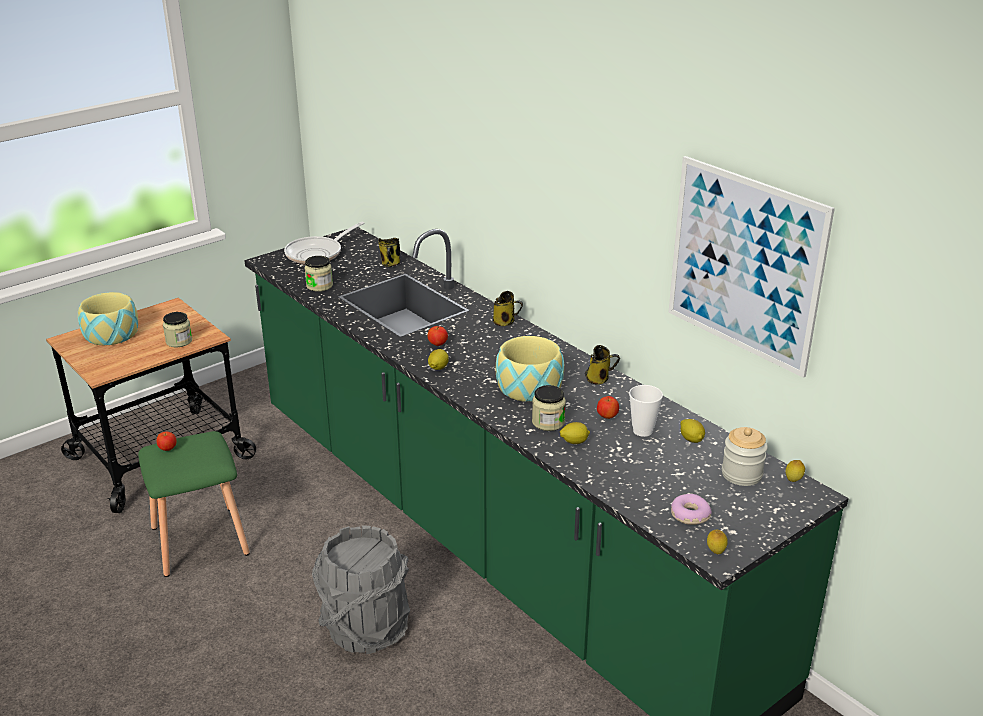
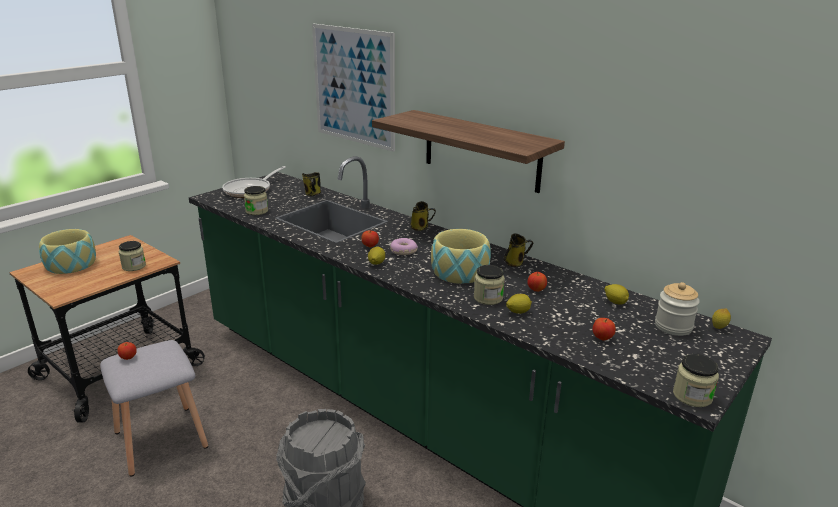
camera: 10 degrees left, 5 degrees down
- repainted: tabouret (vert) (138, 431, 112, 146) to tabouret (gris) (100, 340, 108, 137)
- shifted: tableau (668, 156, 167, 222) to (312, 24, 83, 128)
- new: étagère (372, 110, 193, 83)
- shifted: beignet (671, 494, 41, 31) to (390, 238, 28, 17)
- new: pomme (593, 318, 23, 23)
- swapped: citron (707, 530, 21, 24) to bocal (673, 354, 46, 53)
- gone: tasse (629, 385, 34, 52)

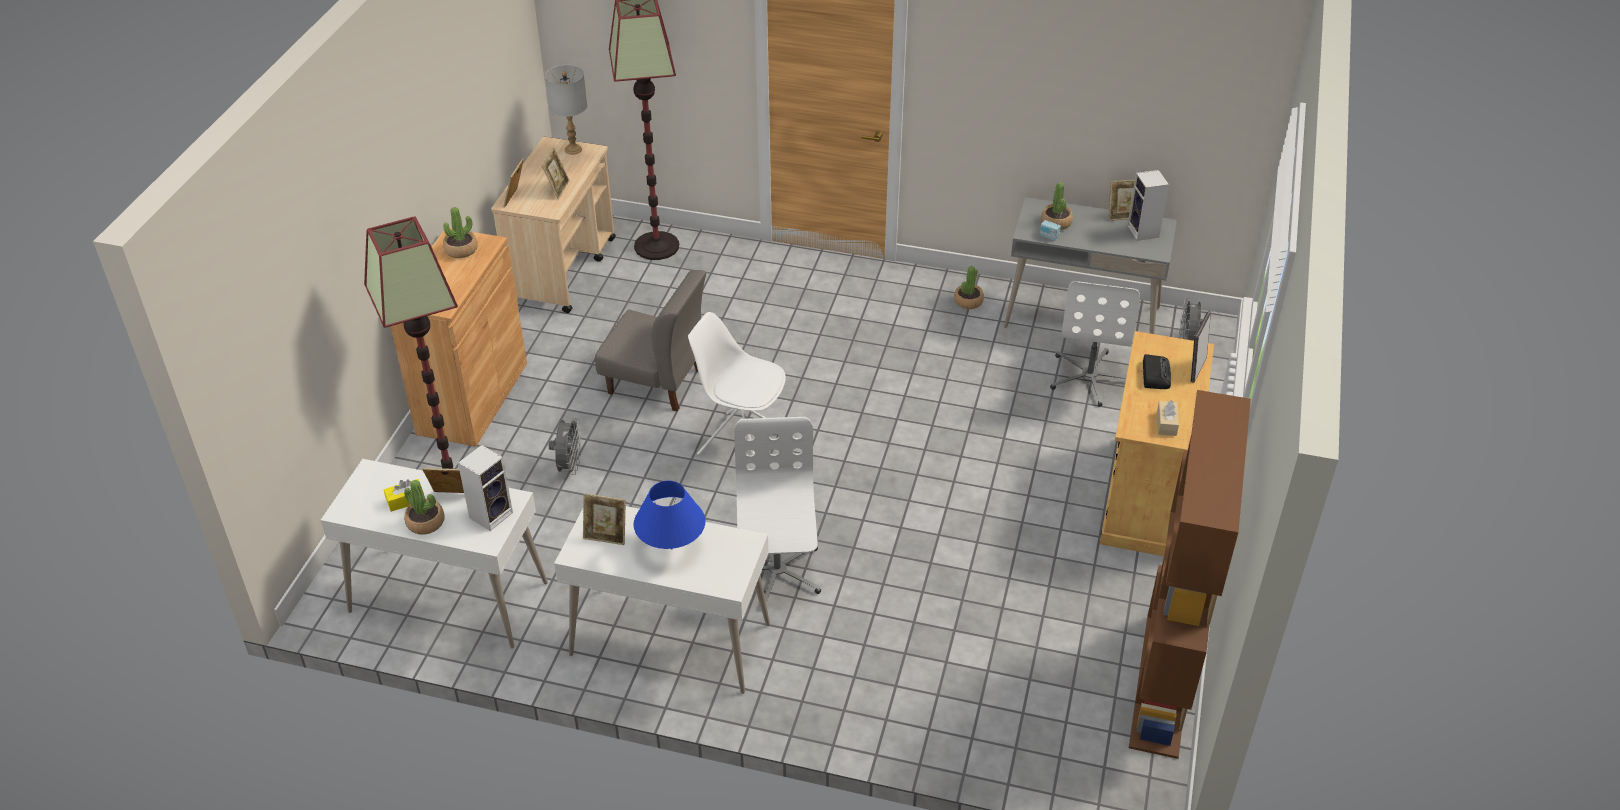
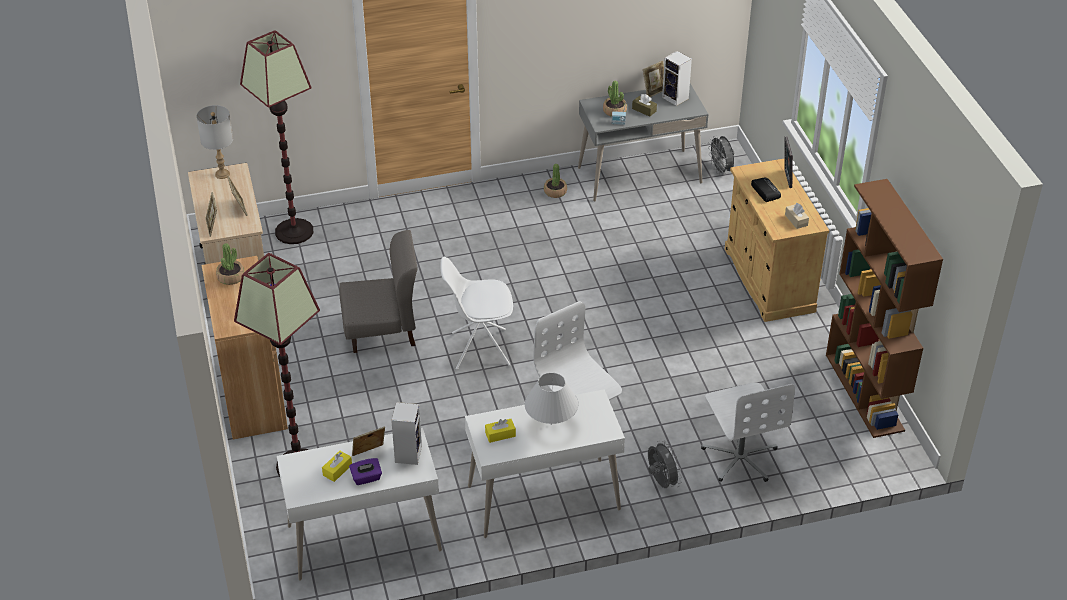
camera: 30 degrees left, 0 degrees up
- swapped: plante en pot (404, 480, 41, 55) to boîte à mouchoirs (violet) (349, 458, 33, 27)
- swapped: cadre photo (583, 493, 43, 52) to boîte à mouchoirs (jaune) (485, 419, 31, 24)
- repainted: lampe de table (bleu) (634, 481, 71, 68) to lampe de table (blanc) (525, 373, 54, 52)
- new: boîte à mouchoirs (marron) (632, 94, 25, 23)
- shifted: ventilateur (gris) (549, 417, 33, 58) to (648, 440, 34, 48)
- shifted: chaise de bureau (blanc) (1050, 281, 90, 126) to (701, 382, 94, 100)

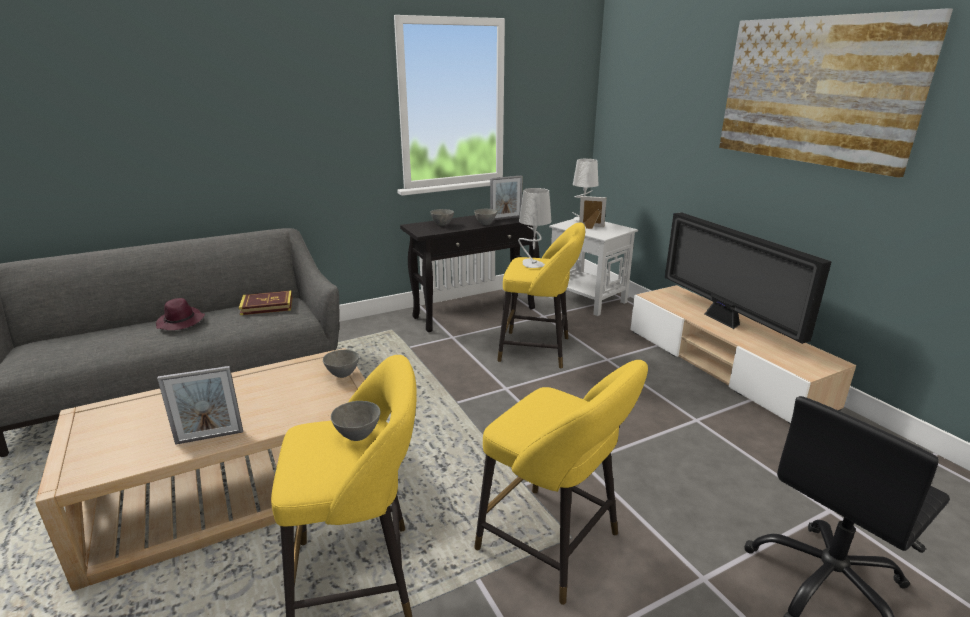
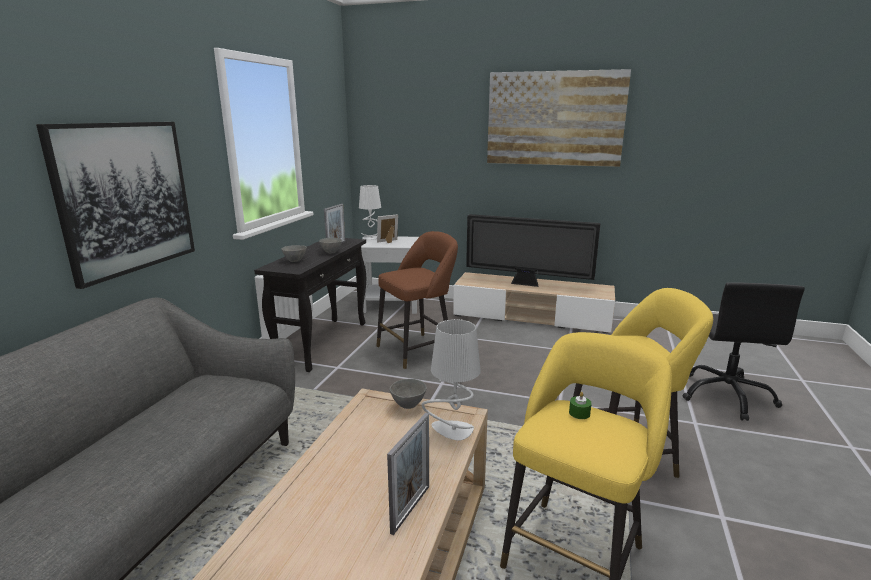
camera: 45 degrees left, 5 degrees down
- new: tableau (36, 122, 159, 167)
- repainted: tabouret (jaune) (497, 222, 88, 147) to tabouret (marron) (376, 231, 82, 138)
- shifted: lampe de table (gris) (518, 188, 34, 80) to (421, 319, 60, 122)
- swapped: bol (gris) (331, 401, 50, 40) to bougie (vert) (569, 392, 23, 27)
- gone: chapeau (violet) (156, 298, 49, 32)
- gone: livre (239, 291, 54, 24)

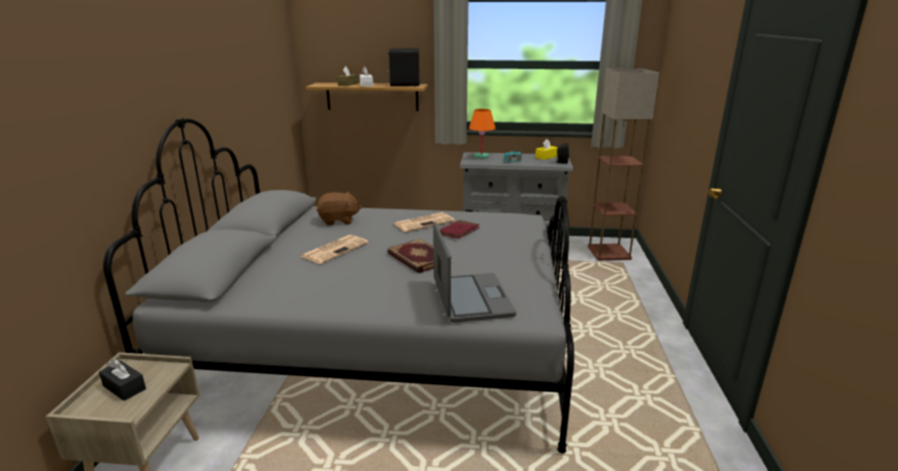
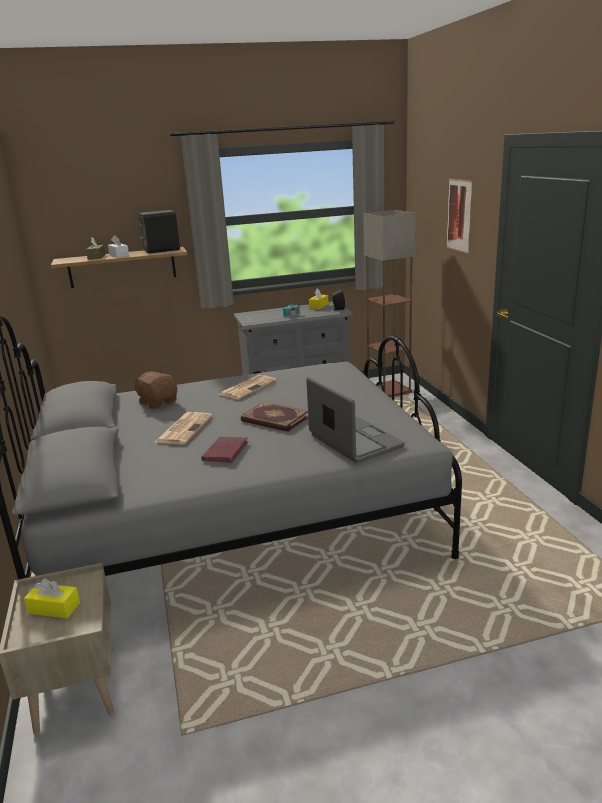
camera: 20 degrees left, 0 degrees up
- repainted: boîte à mouchoirs (noir) (99, 359, 47, 42) to boîte à mouchoirs (jaune) (24, 578, 56, 40)
- rotated: peluche (marron) (317, 192, 45, 34) = (132, 370, 45, 39) 105 degrees counterclockwise
- shifted: livre (rouge) (439, 220, 41, 19) to (201, 437, 47, 25)
- new: tableau (446, 179, 27, 75)
- gone: lampe de table (orange) (469, 109, 27, 50)

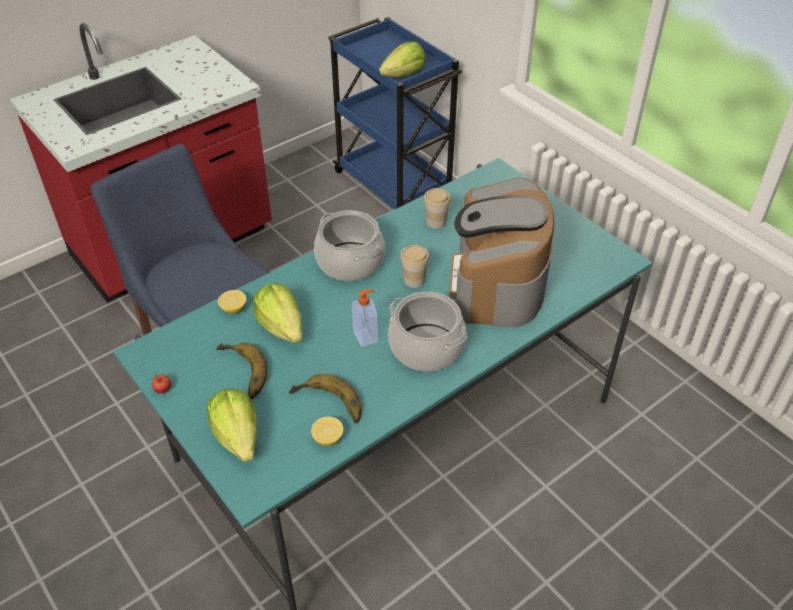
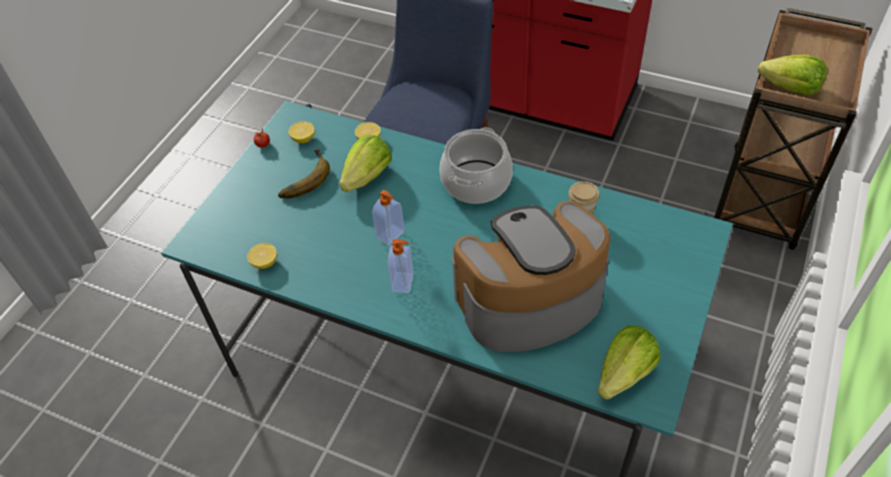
camera: 65 degrees right, 5 degrees up
- new: citron (289, 121, 26, 22)
- swapped: marmite (388, 292, 79, 80) to distributeur de savon (388, 239, 25, 54)
- shifted: laitue (207, 389, 50, 73) to (598, 325, 62, 75)
- repainted: chariot (bleu) (328, 17, 134, 192) to chariot (marron) (714, 8, 158, 242)
- gone: banane (289, 374, 72, 49)
- gone: tasse (400, 245, 29, 43)

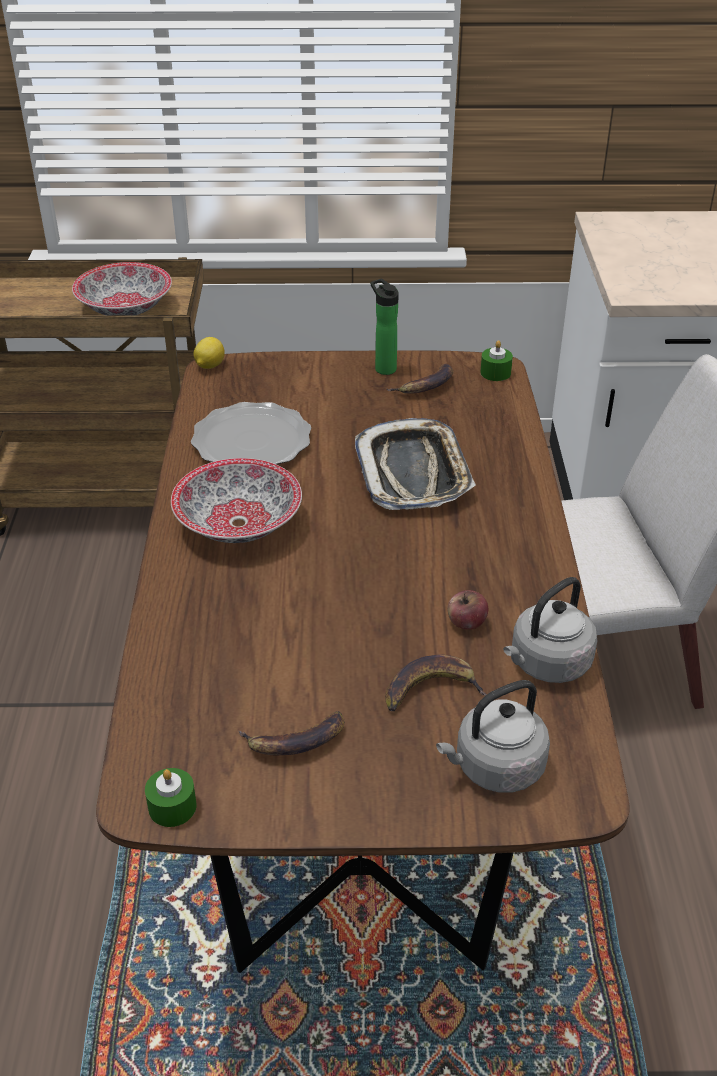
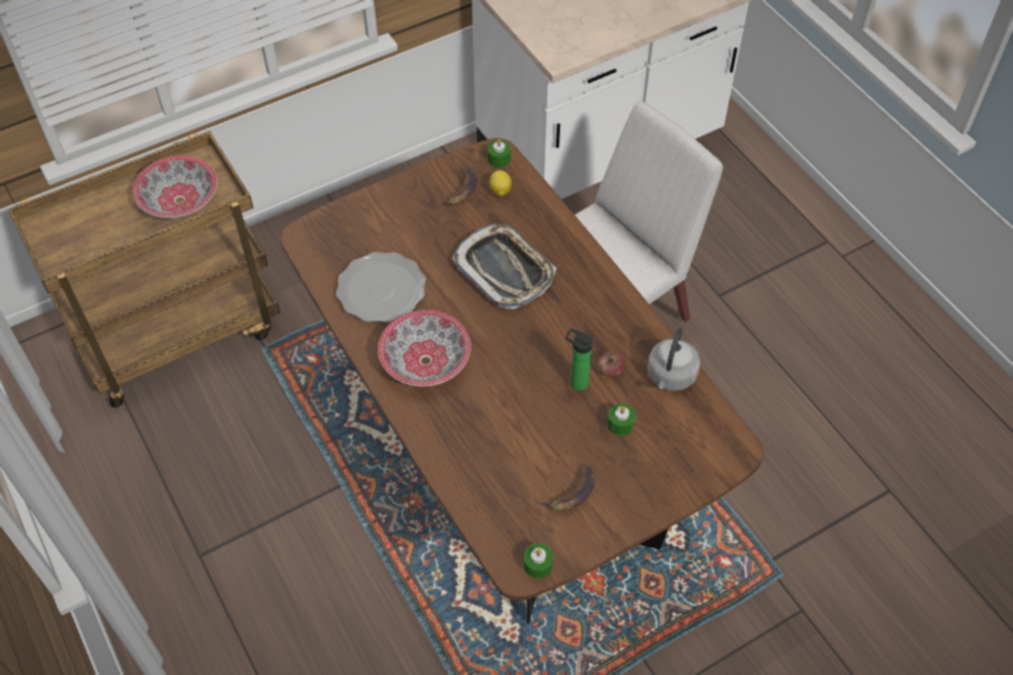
camera: 30 degrees left, 15 degrees up
- shifted: citron (193, 337, 32, 32) to (489, 170, 23, 26)
- shifted: bouteille (371, 279, 28, 96) to (565, 328, 28, 63)
- swapped: banane (385, 654, 102, 57) to bougie (vert) (607, 403, 29, 33)
- gone: bouilloire (gris) (436, 680, 114, 113)

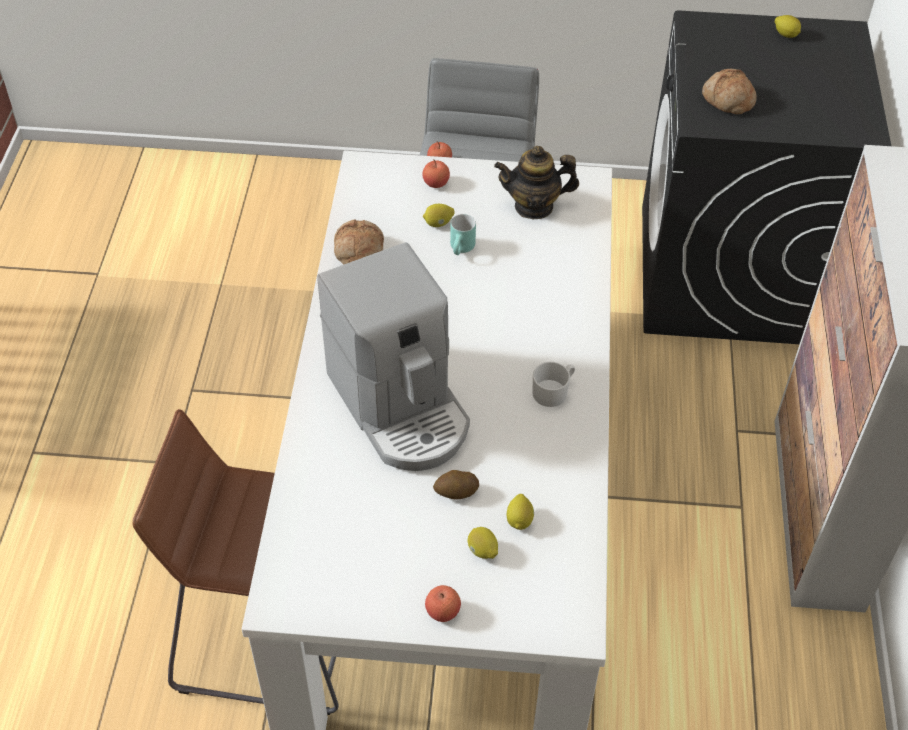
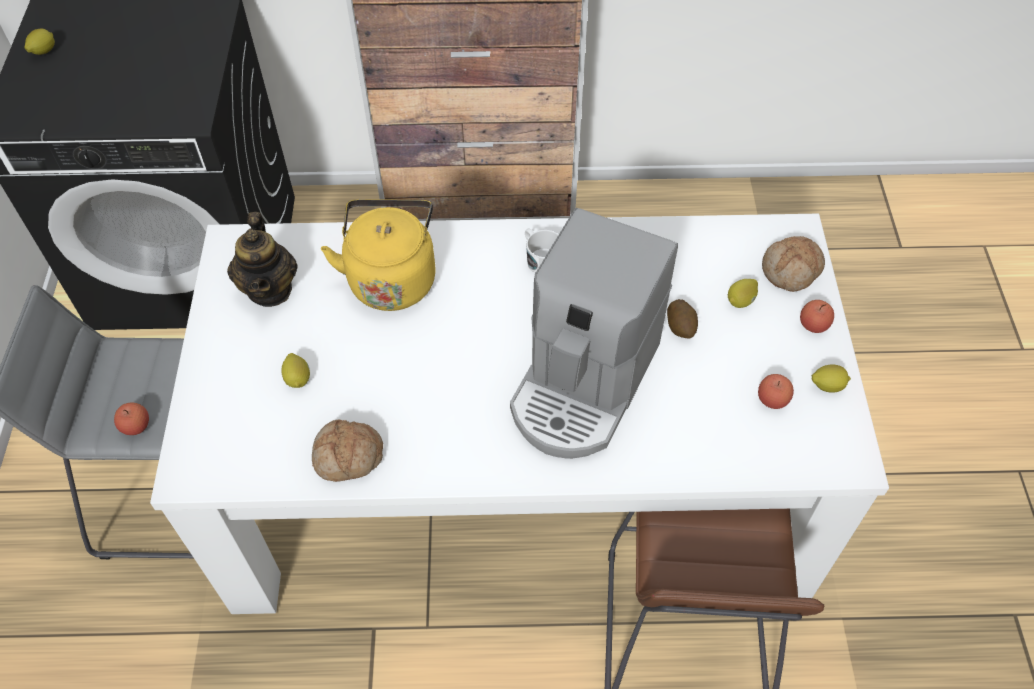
camera: 95 degrees left, 5 degrees up
- new: bouilloire (jaune) (321, 199, 115, 112)
- rotated: machine à café (317, 242, 153, 229) = (510, 208, 168, 251) 150 degrees clockwise
- shifted: pomme (423, 159, 27, 29) to (758, 374, 36, 35)
- shifted: pain (702, 69, 55, 45) to (762, 236, 63, 56)
- shifted: citron (507, 494, 27, 36) to (812, 364, 39, 28)
- gone: mug (turquoise) (450, 214, 26, 41)

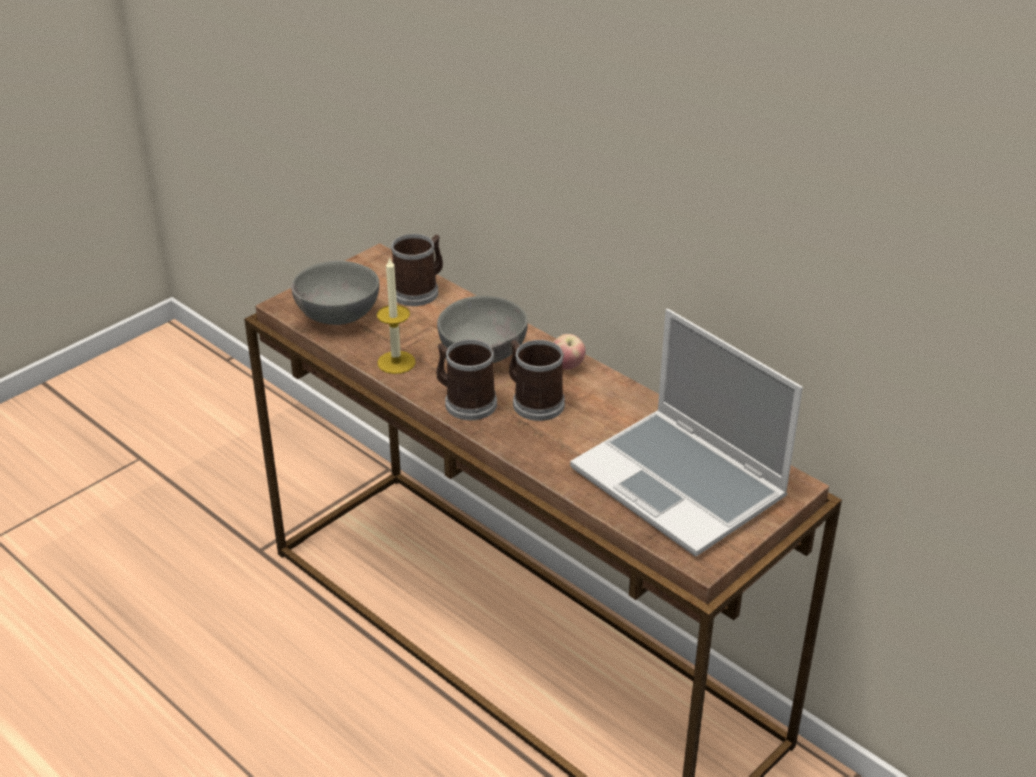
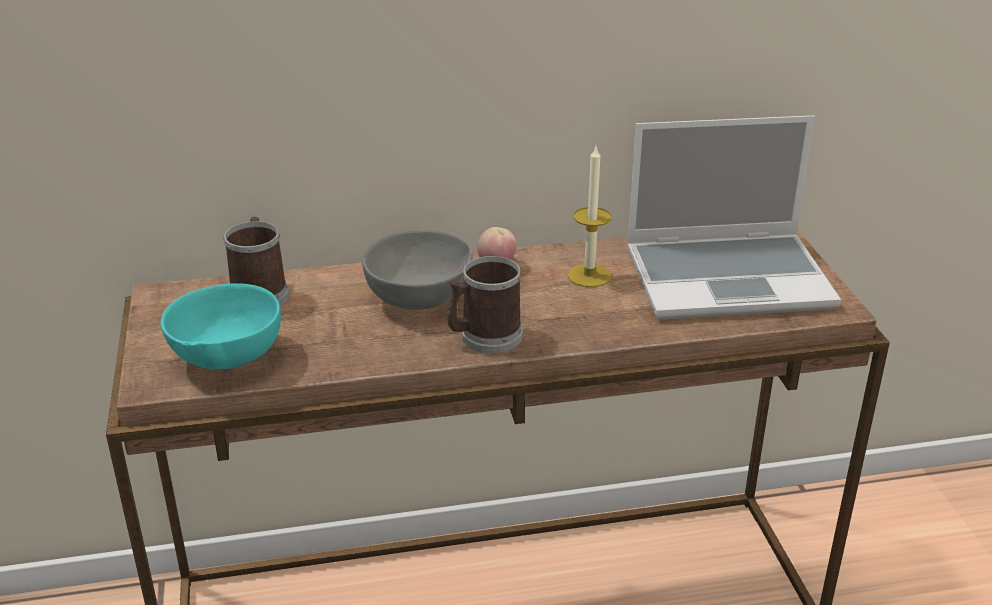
camera: 55 degrees left, 5 degrees down
- repainted: bol (gris) (291, 261, 88, 64) to bol (turquoise) (161, 283, 120, 87)
- shifted: bougie (377, 256, 39, 118) to (568, 147, 44, 140)
- gone: mug (509, 340, 56, 81)

